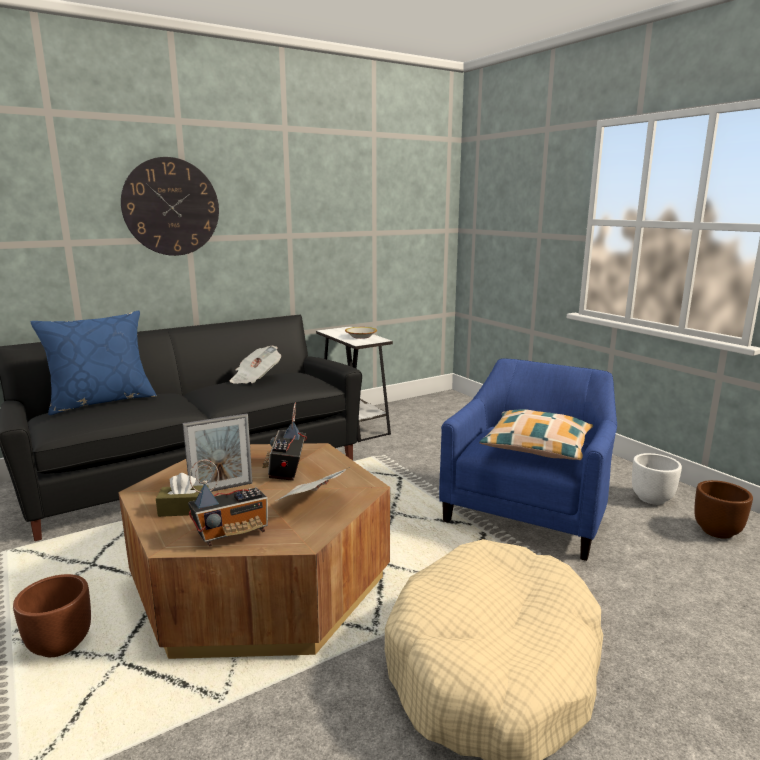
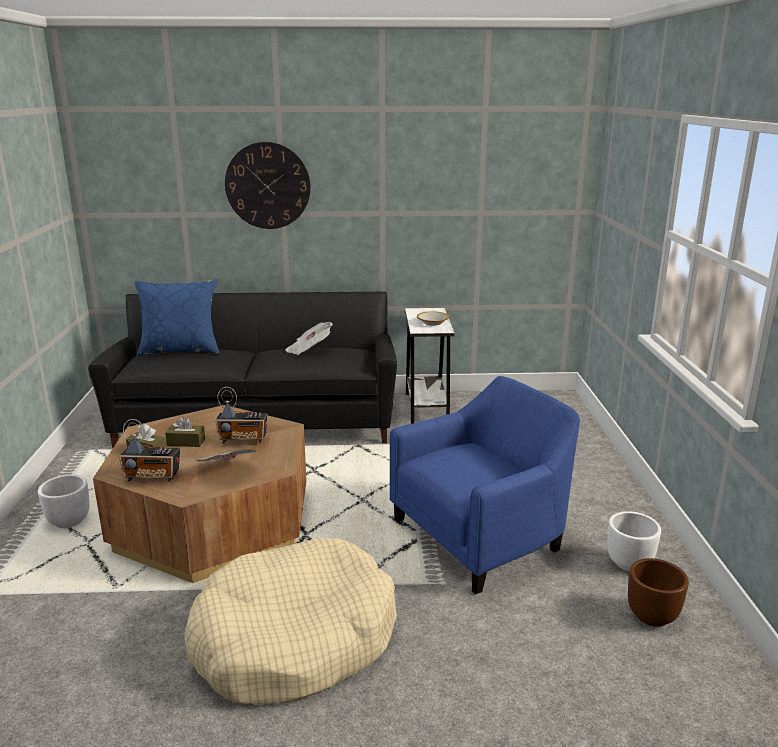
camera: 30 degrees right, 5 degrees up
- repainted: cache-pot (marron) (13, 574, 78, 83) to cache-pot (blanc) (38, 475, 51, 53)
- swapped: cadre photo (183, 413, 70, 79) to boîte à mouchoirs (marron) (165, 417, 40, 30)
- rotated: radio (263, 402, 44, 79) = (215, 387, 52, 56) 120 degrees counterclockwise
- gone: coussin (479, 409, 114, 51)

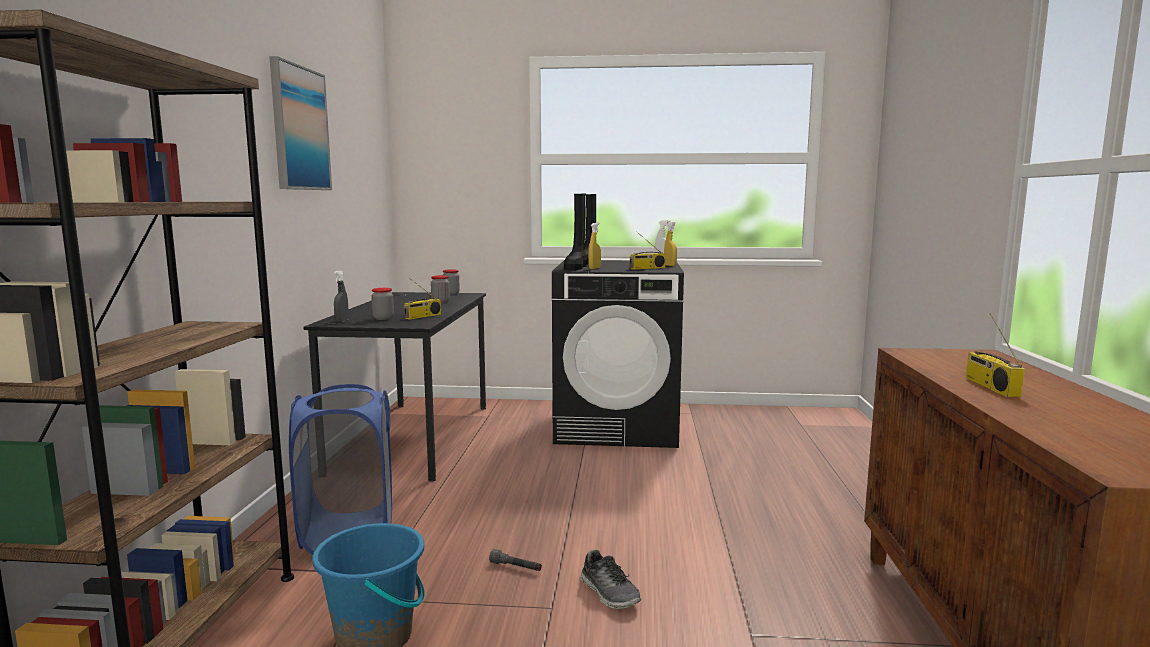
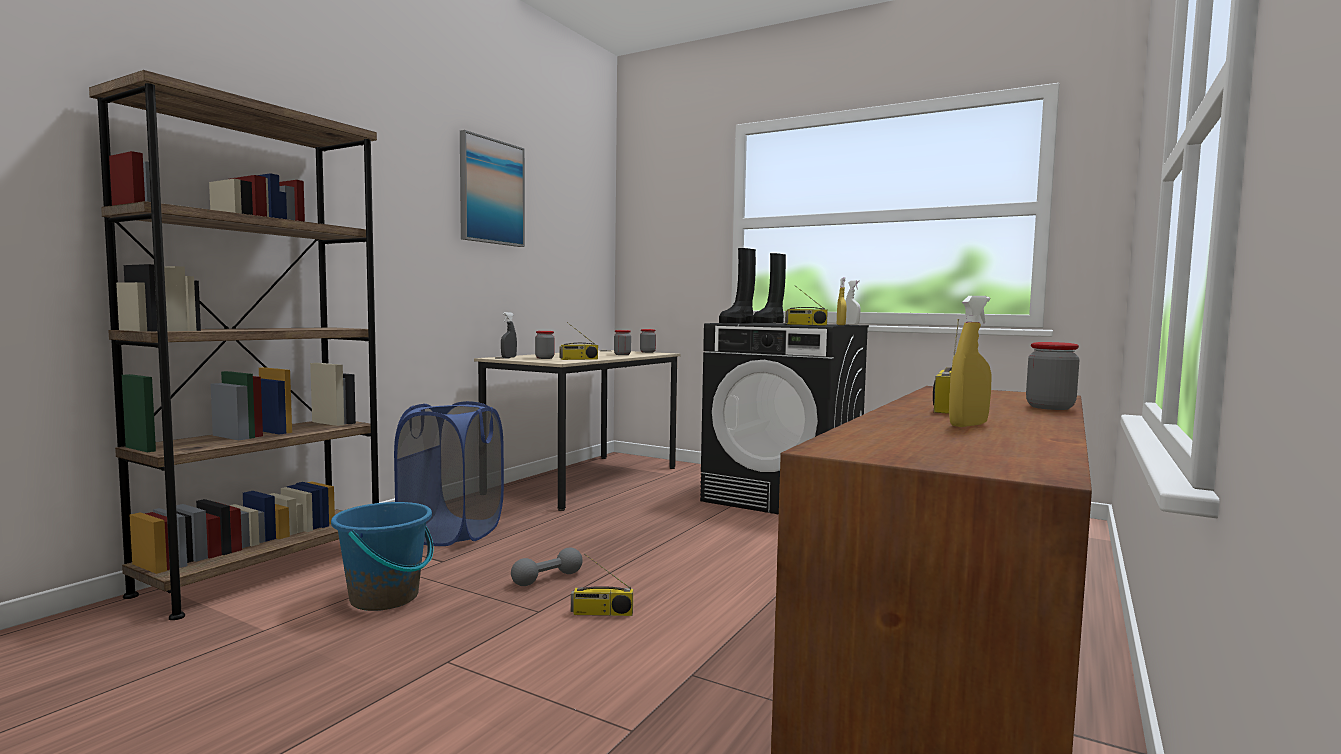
camera: 25 degrees right, 5 degrees down
- repainted: bureau (noir) (303, 292, 183, 190) to bureau (beige) (474, 350, 207, 161)
- swapped: lampe de poche (gris) (489, 549, 53, 22) to haltère (gris) (511, 548, 72, 38)
- swapped: chaussure (580, 550, 61, 59) to radio (571, 554, 62, 62)
- shifted: vaporisateur (jaune) (588, 223, 13, 46) to (949, 296, 43, 131)
- new: bocal (1026, 342, 54, 68)

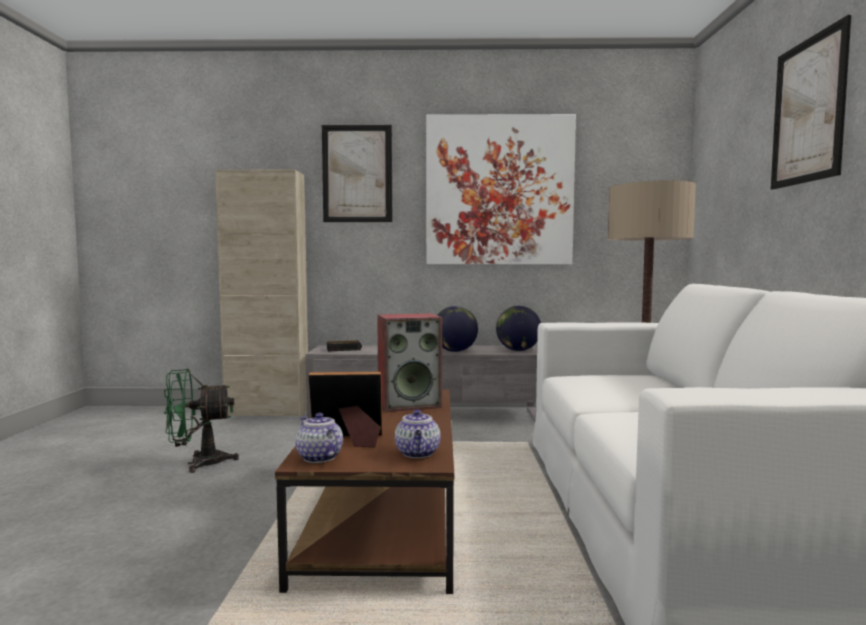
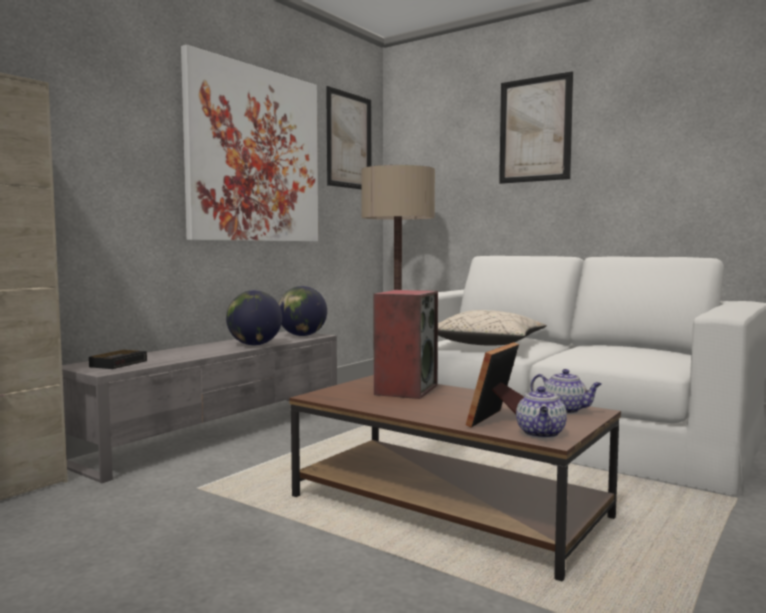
camera: 55 degrees left, 0 degrees up
- shifted: tableau (322, 125, 70, 97) to (326, 86, 45, 104)
- new: coussin (beige) (438, 310, 109, 36)
- rotated: théière (295, 413, 48, 50) = (516, 386, 51, 52) 75 degrees counterclockwise
- gone: ventilateur (vert) (164, 368, 75, 105)

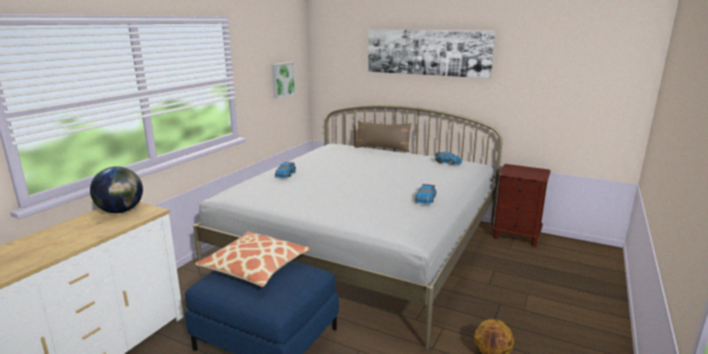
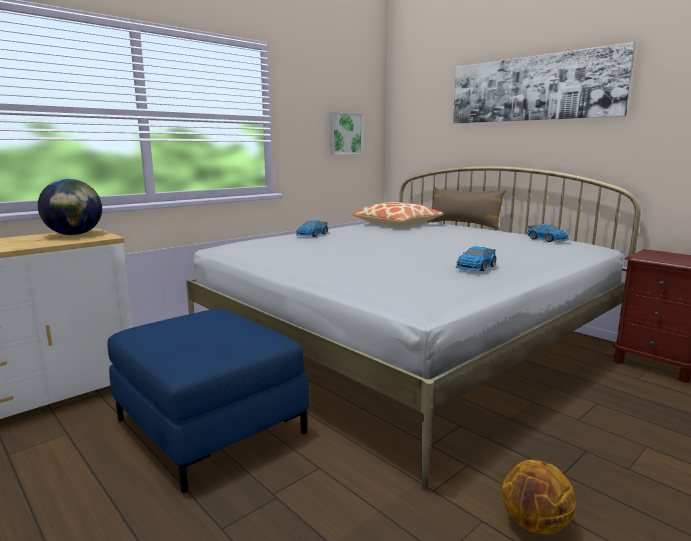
camera: 20 degrees right, 5 degrees down
- shifted: coussin (195, 231, 115, 56) to (350, 202, 94, 25)

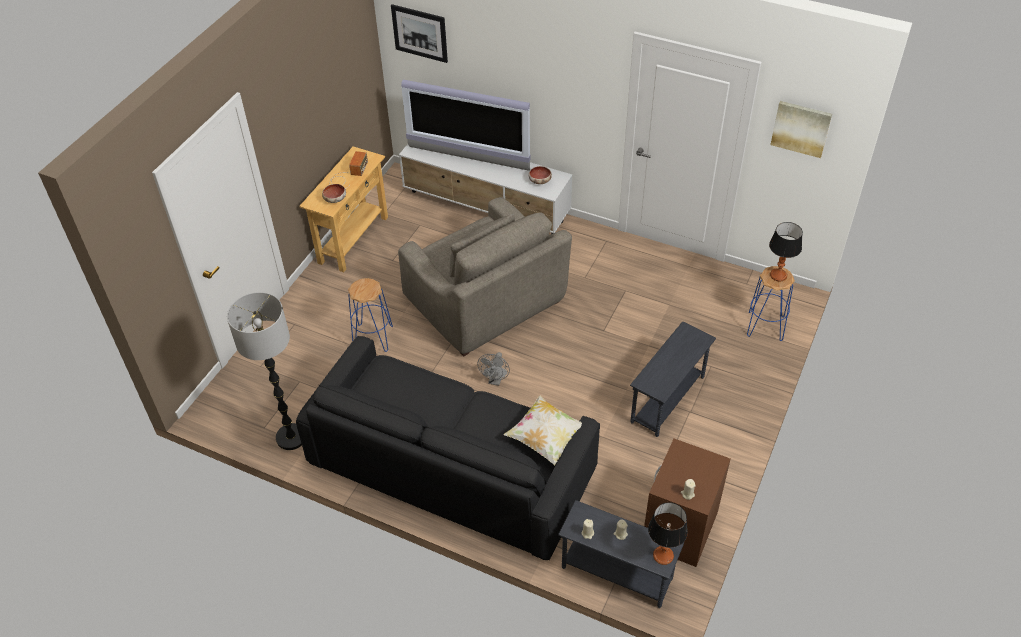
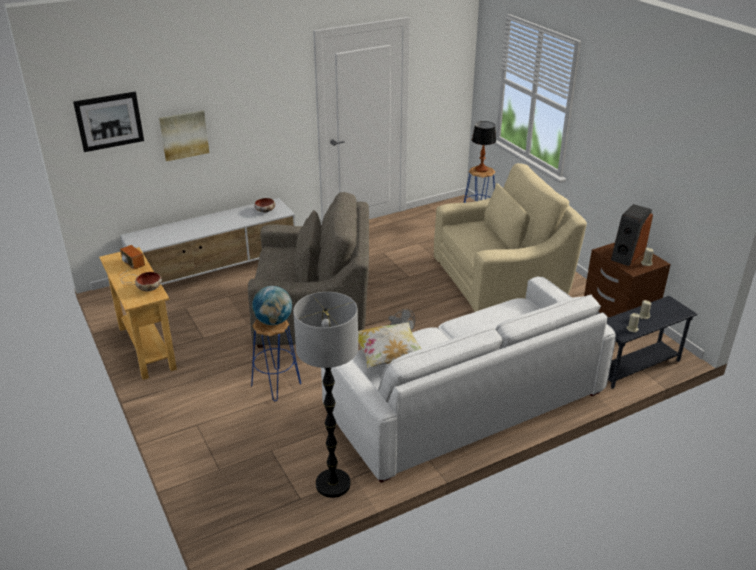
camera: 55 degrees left, 15 degrees down
- shifted: tableau (770, 101, 62, 57) to (159, 110, 50, 51)
- new: globe (252, 286, 40, 39)
- repainted: canapé (noir) (296, 336, 304, 224) to canapé (blanc) (321, 277, 295, 206)
- shifted: coussin (503, 395, 79, 70) to (358, 322, 64, 46)
- swapped: table d'appoint (gris) (630, 322, 86, 115) to fauteuil (beige) (434, 163, 153, 149)
- new: enceinte (611, 204, 42, 62)
- gone: téléviseur (401, 80, 130, 91)
- gone: lampe de table (648, 502, 40, 63)

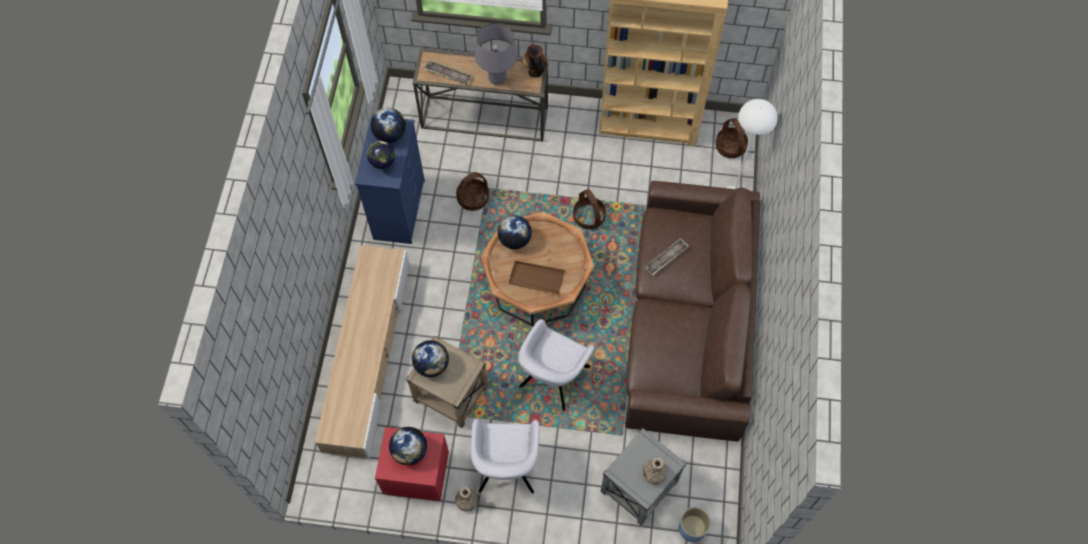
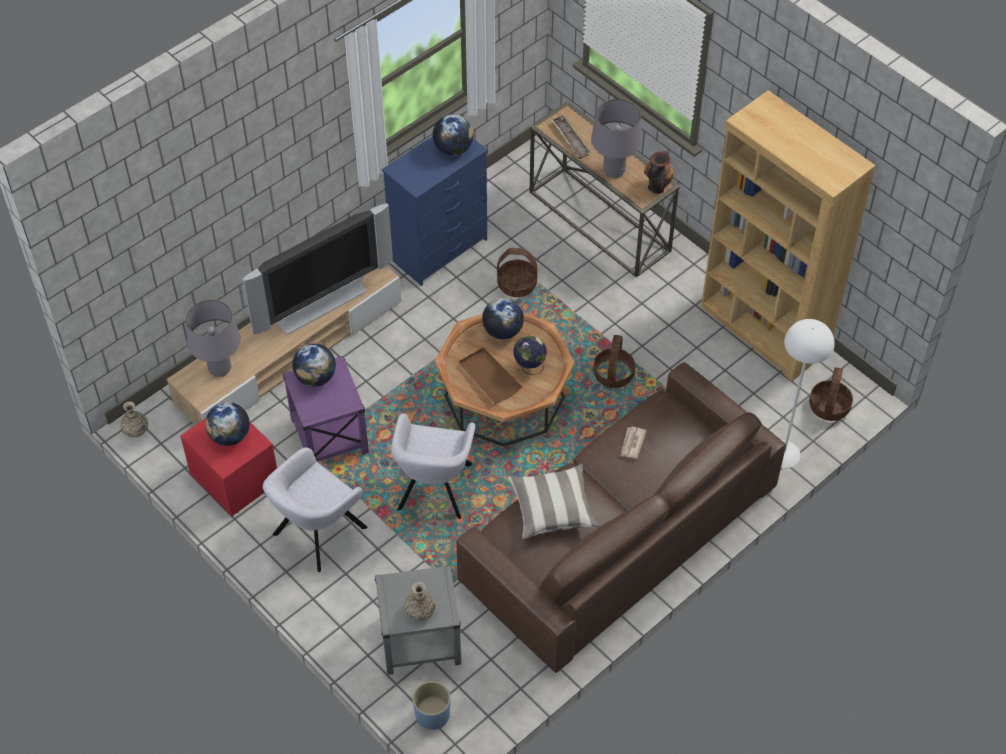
camera: 40 degrees right, 10 degrees down
- shifted: vase (455, 487, 24, 25) to (120, 401, 28, 36)
- new: lampe de table (gris) (186, 300, 55, 77)
- new: téléviseur (243, 203, 150, 132)
- repainted: table d'appoint (beige) (406, 336, 82, 92) to table d'appoint (violet) (283, 356, 86, 105)
- rotated: fauteuil (gris) (519, 319, 76, 92) = (391, 413, 84, 106) 60 degrees counterclockwise
- new: coussin (508, 464, 91, 75)
- shifted: globe (367, 141, 28, 31) to (513, 336, 34, 39)
- swapped: plateau (645, 238, 44, 37) to journal (620, 426, 27, 33)

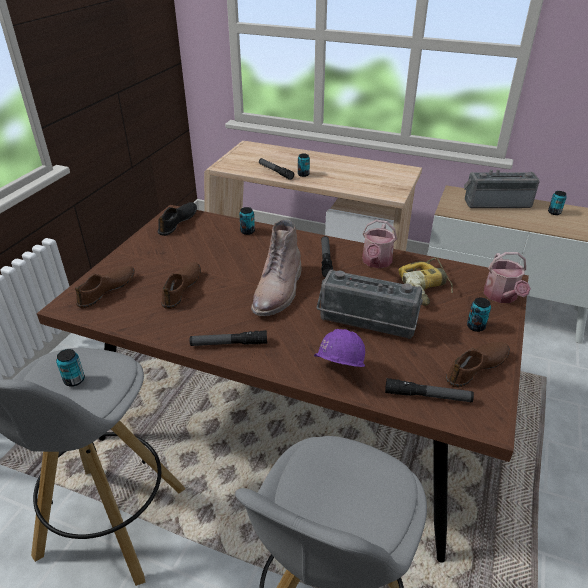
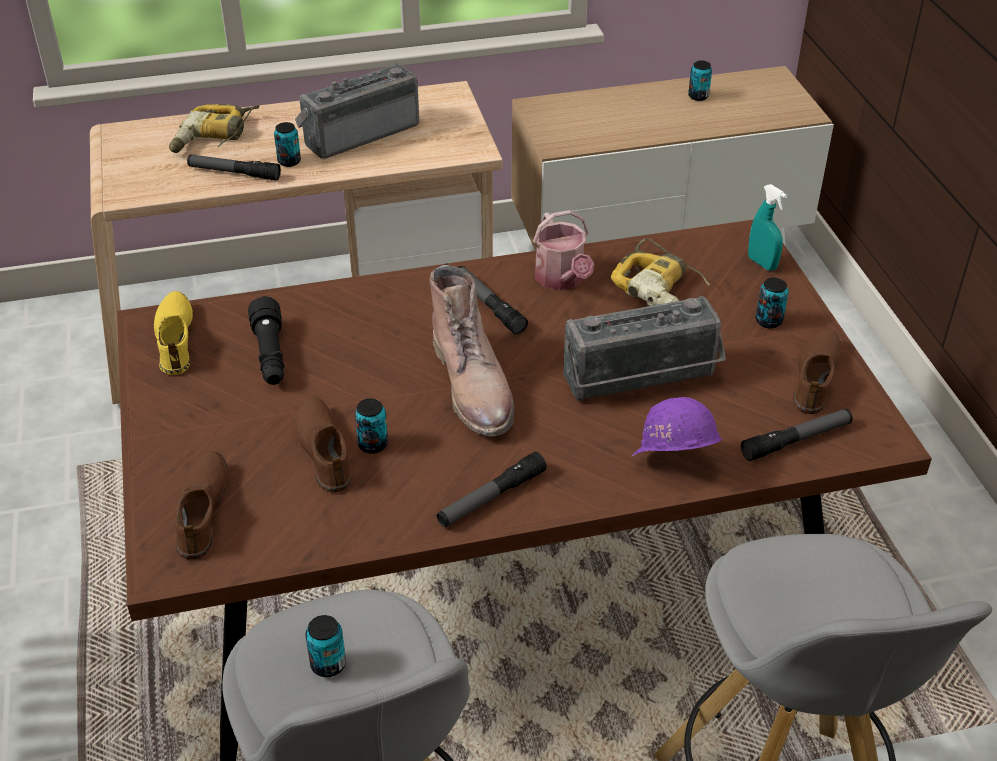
camera: 35 degrees left, 5 degrees up
- repainted: chaussure (noir) (158, 202, 39, 34) to chaussure (jaune) (154, 291, 39, 84)
- new: perceuse (169, 104, 90, 49)
- new: lampe de poche (noir) (248, 296, 37, 89)
- shifted: radio (464, 170, 75, 38) to (295, 63, 124, 96)
- shifted: boîte métallique (239, 207, 16, 28) to (355, 398, 33, 56)
- swapped: arrosoir (484, 252, 47, 51) to vaporisateur (turquoise) (748, 184, 39, 87)

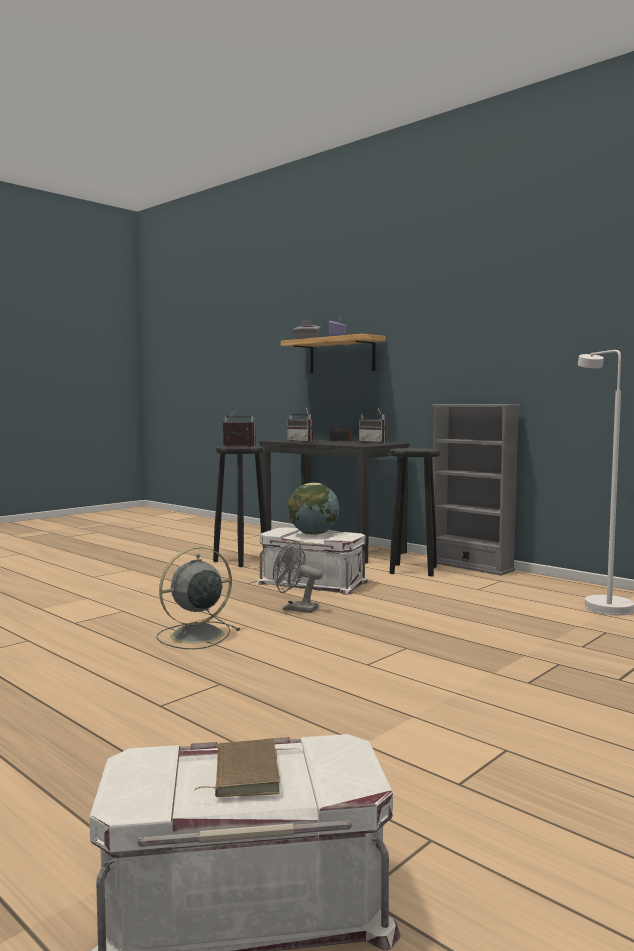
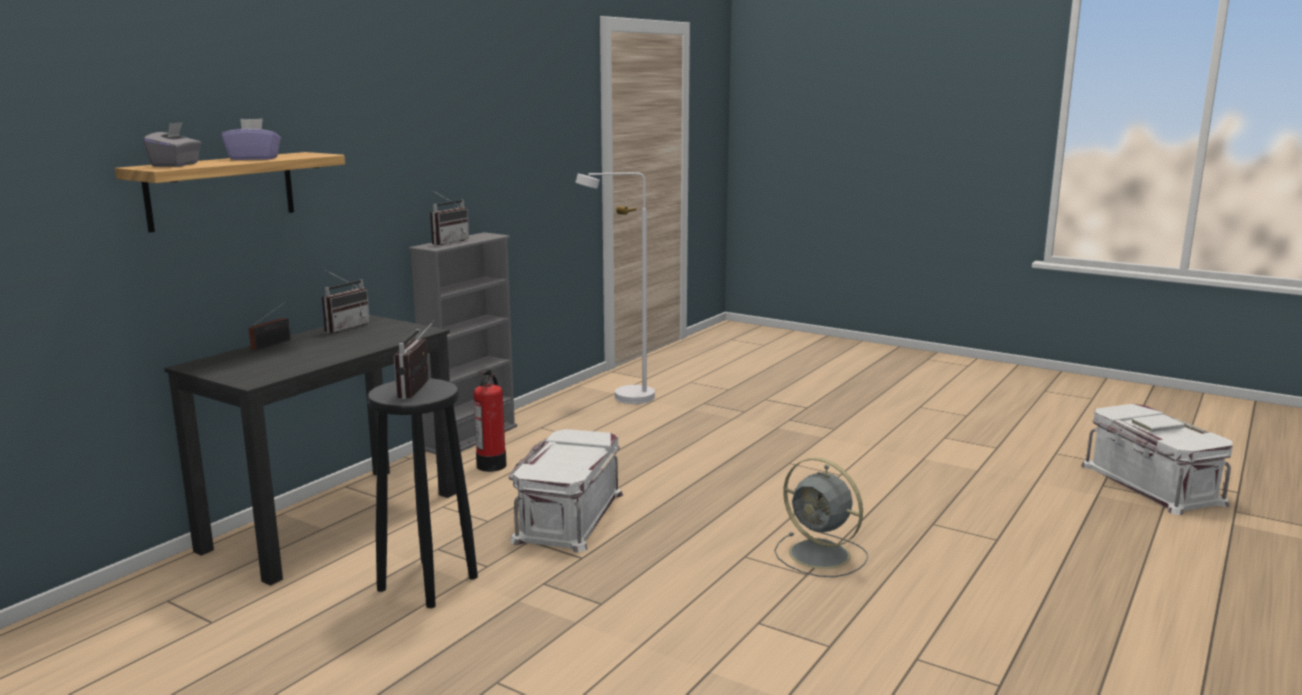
camera: 100 degrees left, 10 degrees up
- shifted: radio (287, 406, 26, 36) to (430, 190, 39, 55)
- swapped: tabouret (noir) (389, 448, 51, 128) to extincteur (474, 370, 33, 102)
- repainted: livre (marron) (194, 739, 86, 58) to livre (blanc) (1131, 414, 60, 18)
- gone: ventilateur (gris) (273, 540, 50, 73)
- gone: globe (288, 483, 51, 52)

